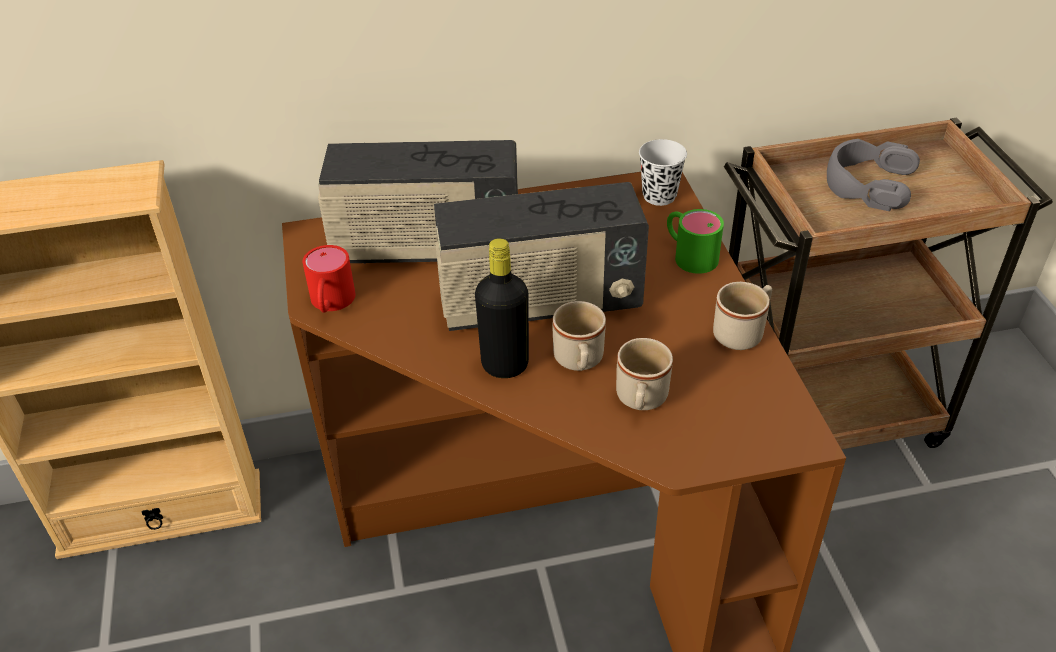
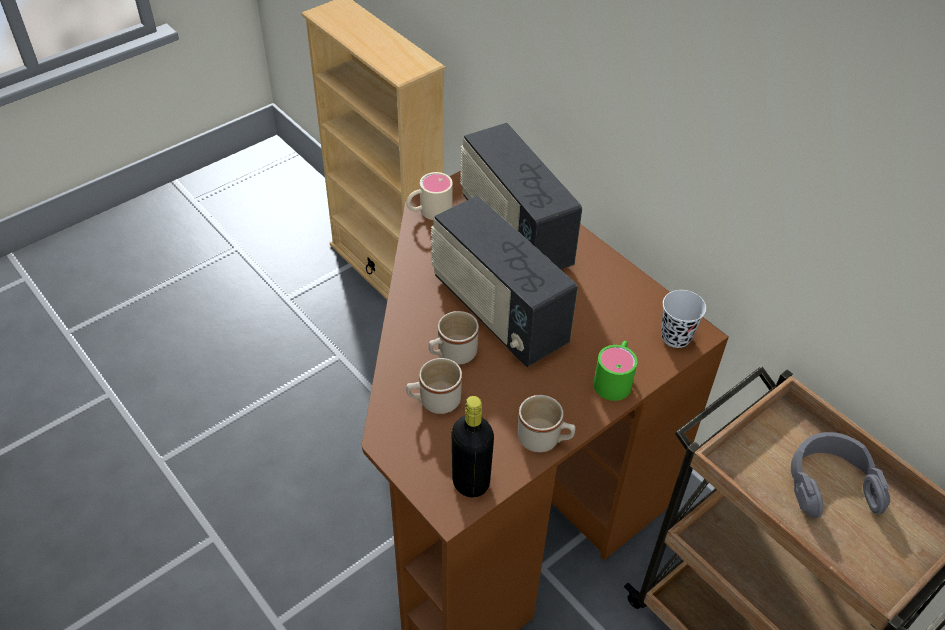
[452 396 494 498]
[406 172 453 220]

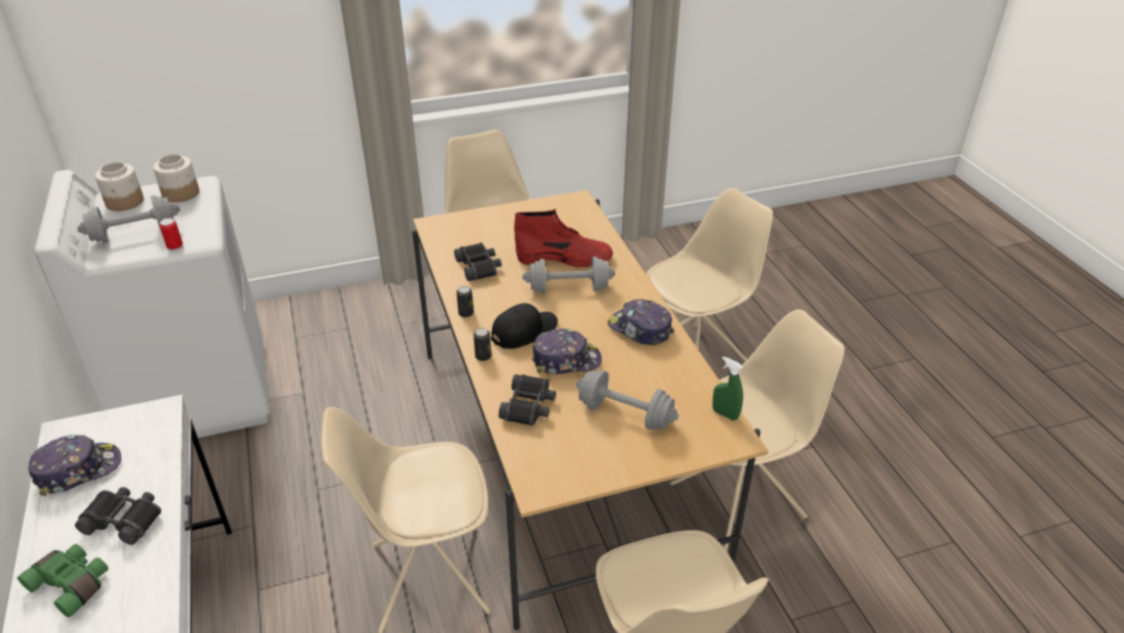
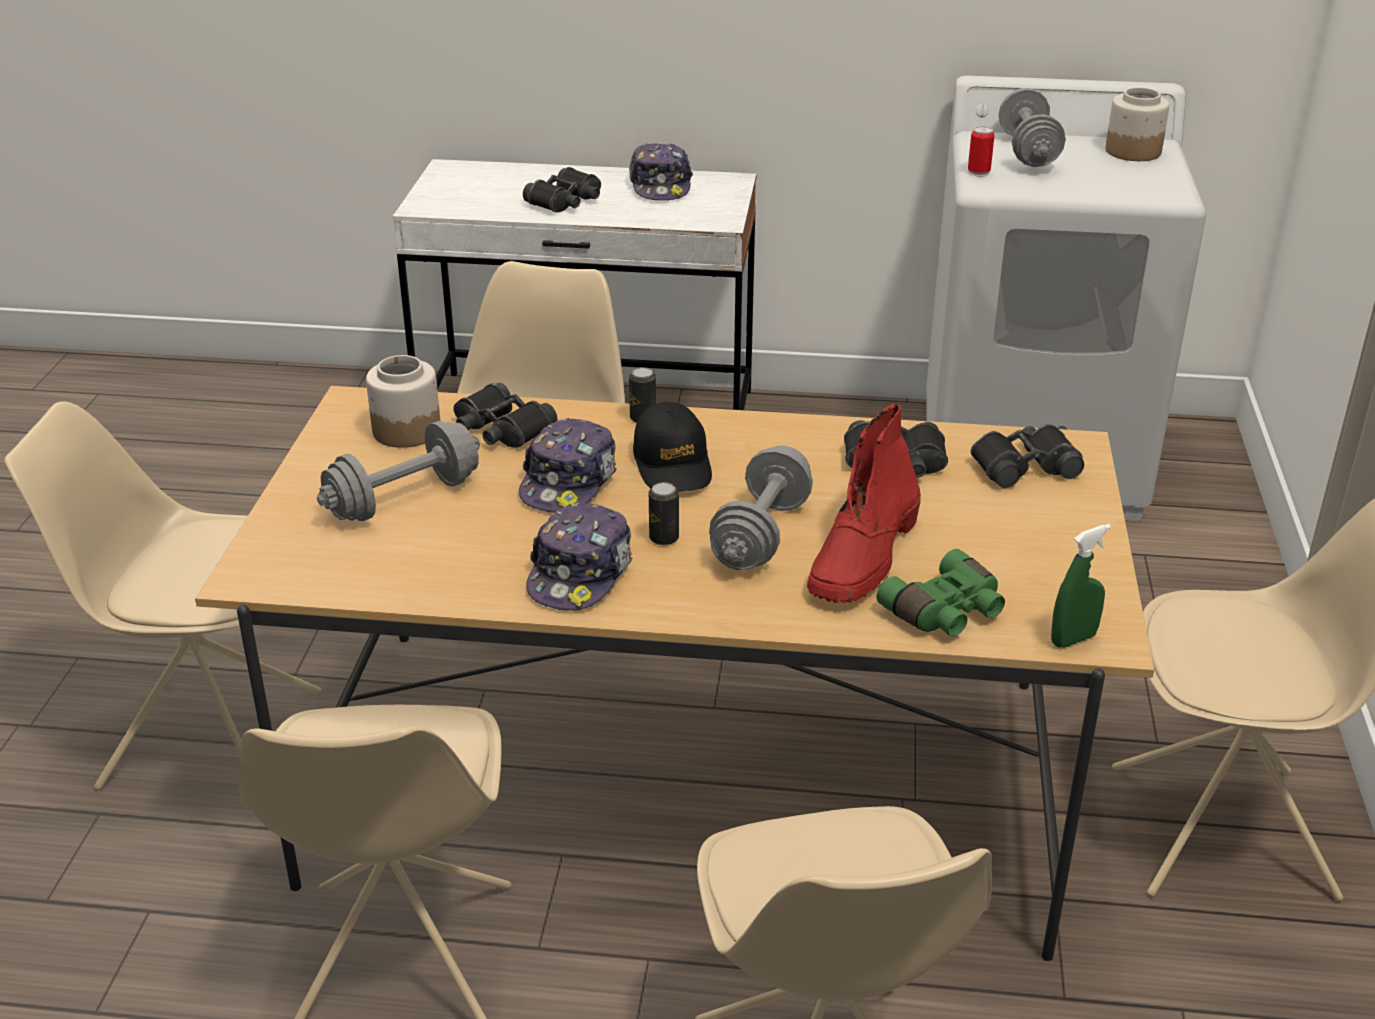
[366 355 440 448]
[649 482 679 545]
[526 502 633 610]
[1051 524 1111 648]
[877 549 1005 636]
[971 424 1084 488]

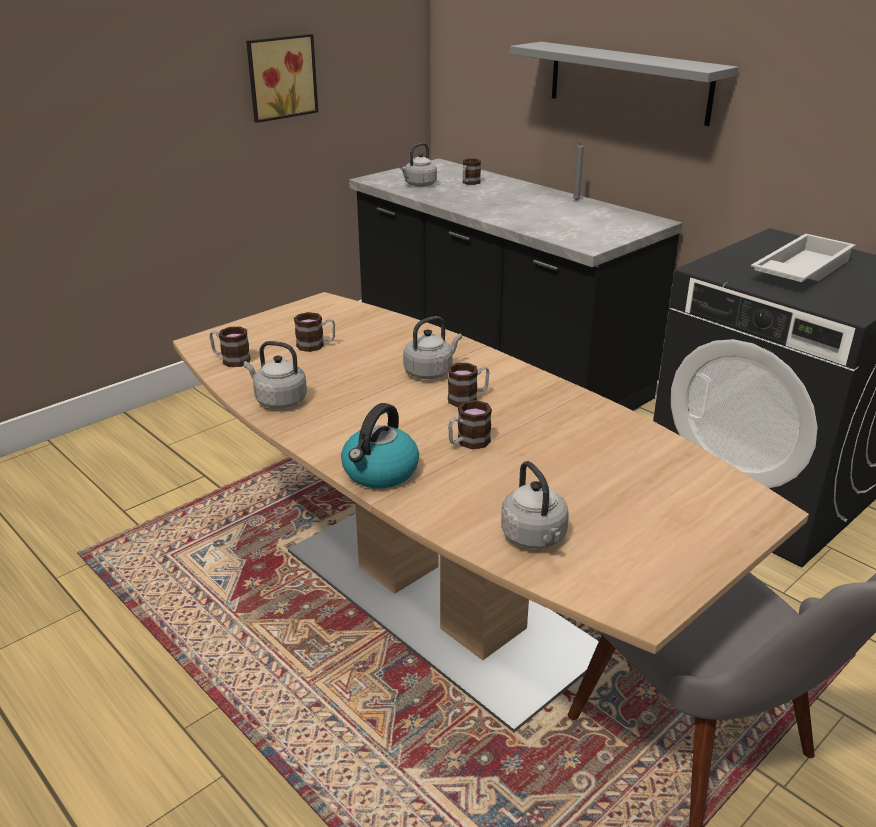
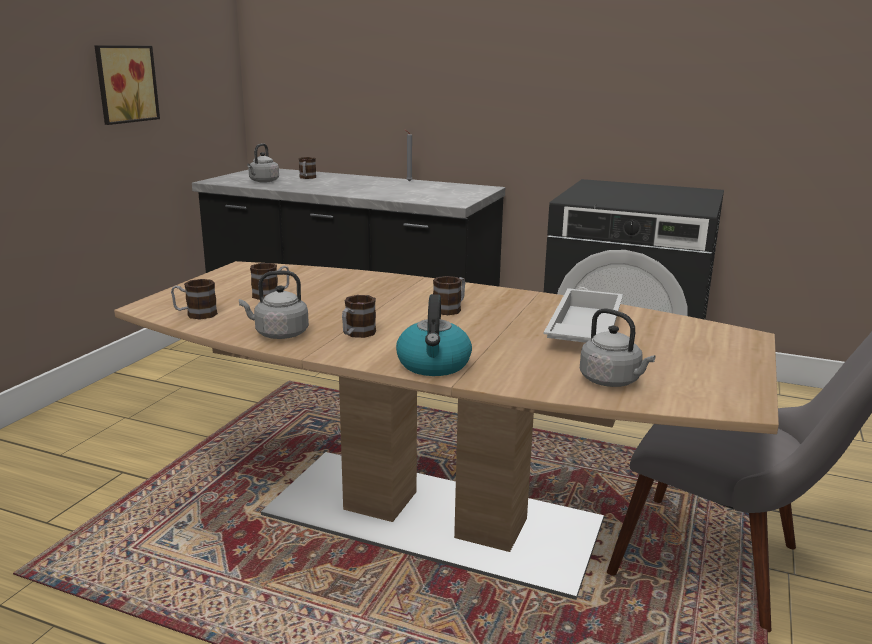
[510 42 739 126] (first image)
[544 288 623 343]
[403 316 462 379] (first image)
[342 295 376 338]

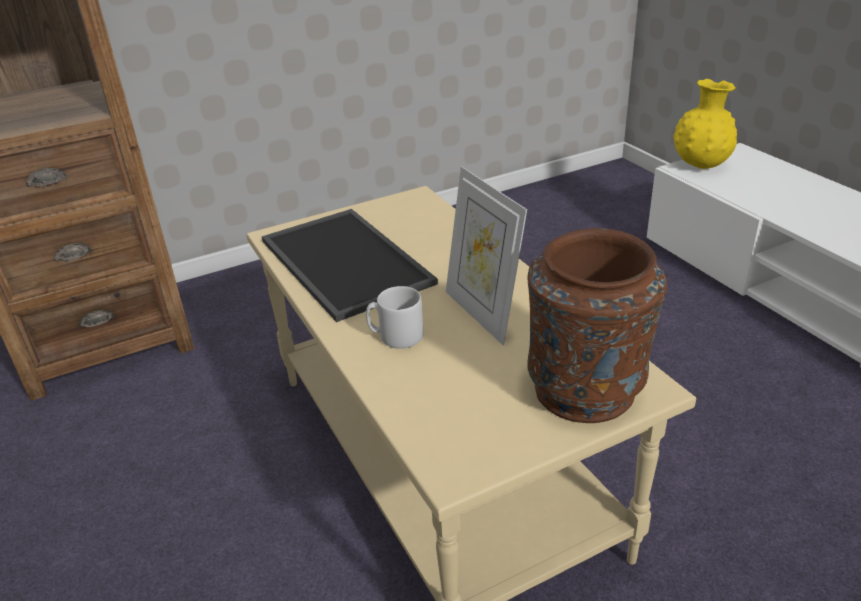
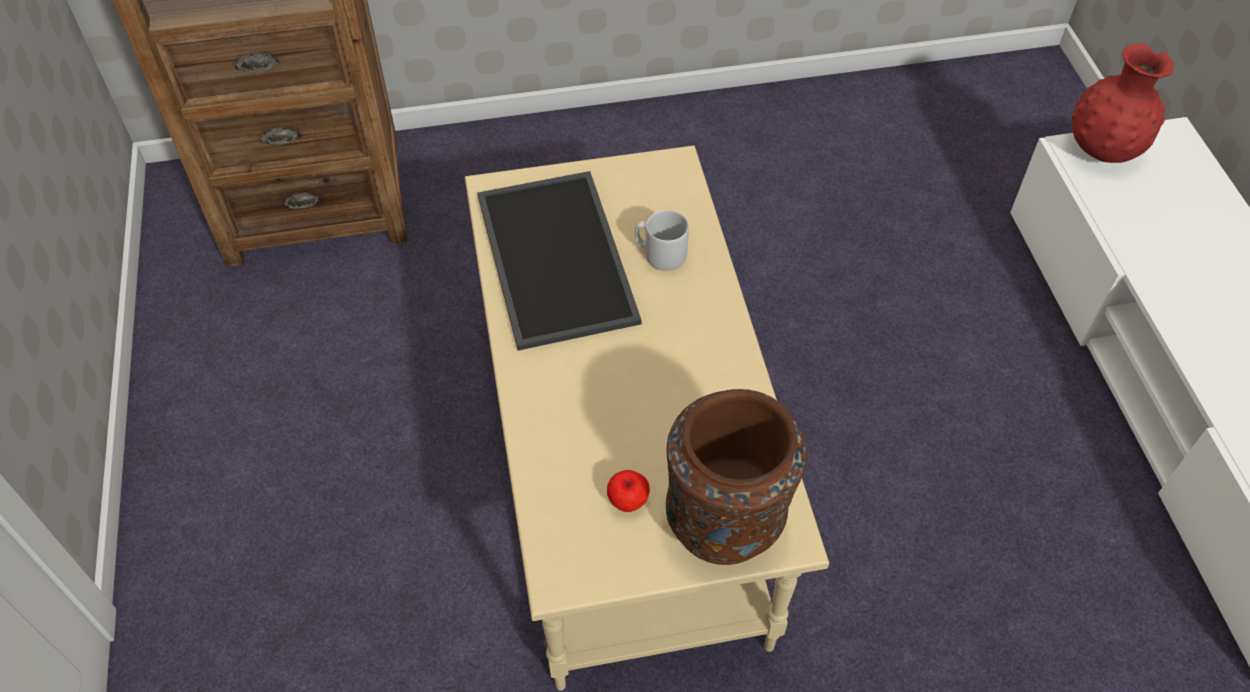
[1072 43 1174 163]
[446 167 527 345] (first image)
[635 210 689 271]
[607 470 650 512]

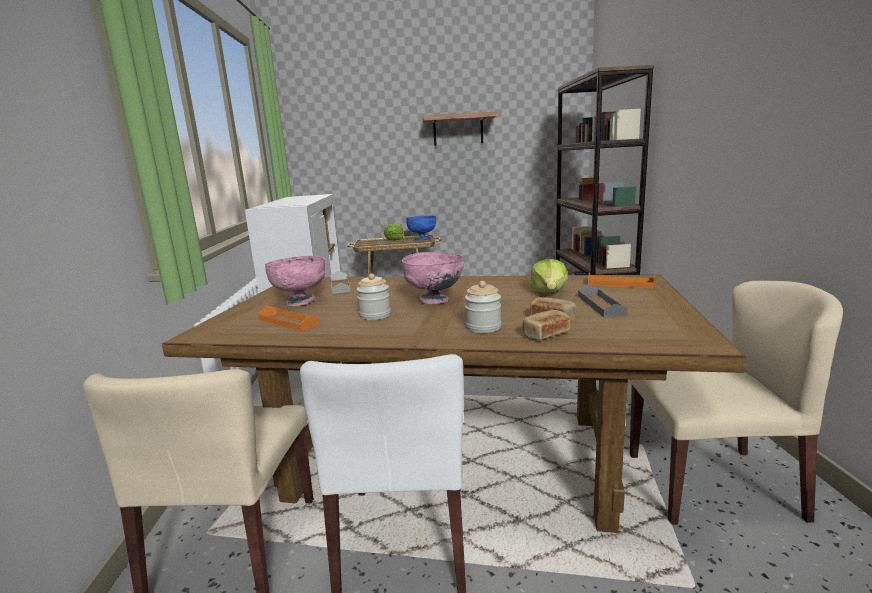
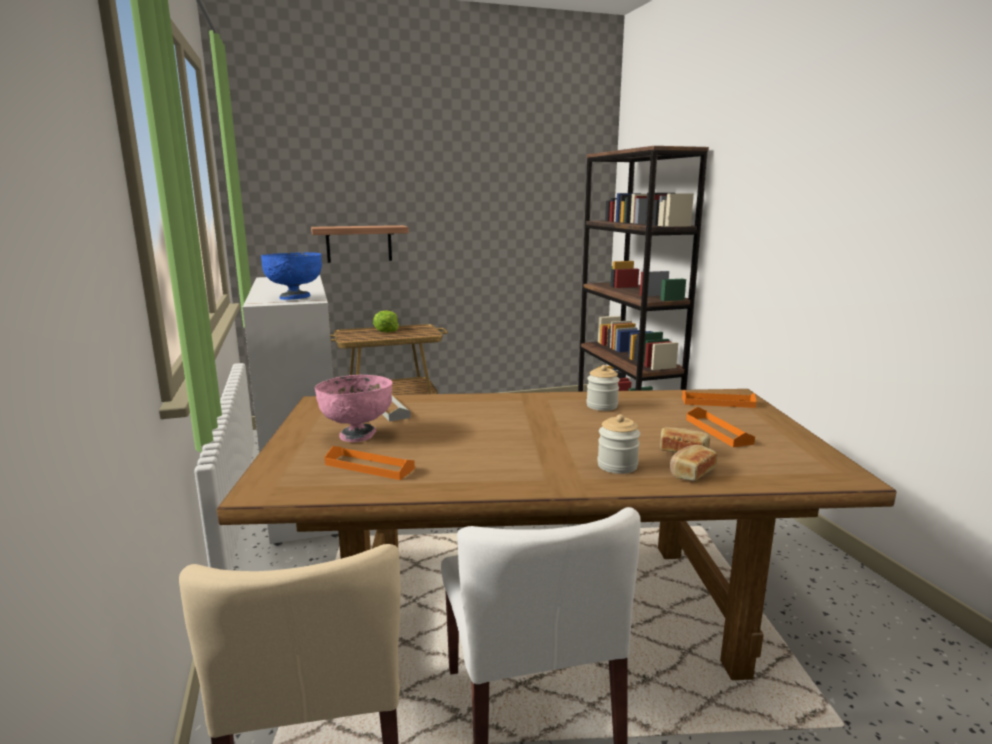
[311 225 409 263]
[261 252 322 300]
[402 252 464 304] (first image)
[530 259 568 293] (first image)
[586 365 620 411]
[629 281 843 525] (first image)
[686 407 755 447]

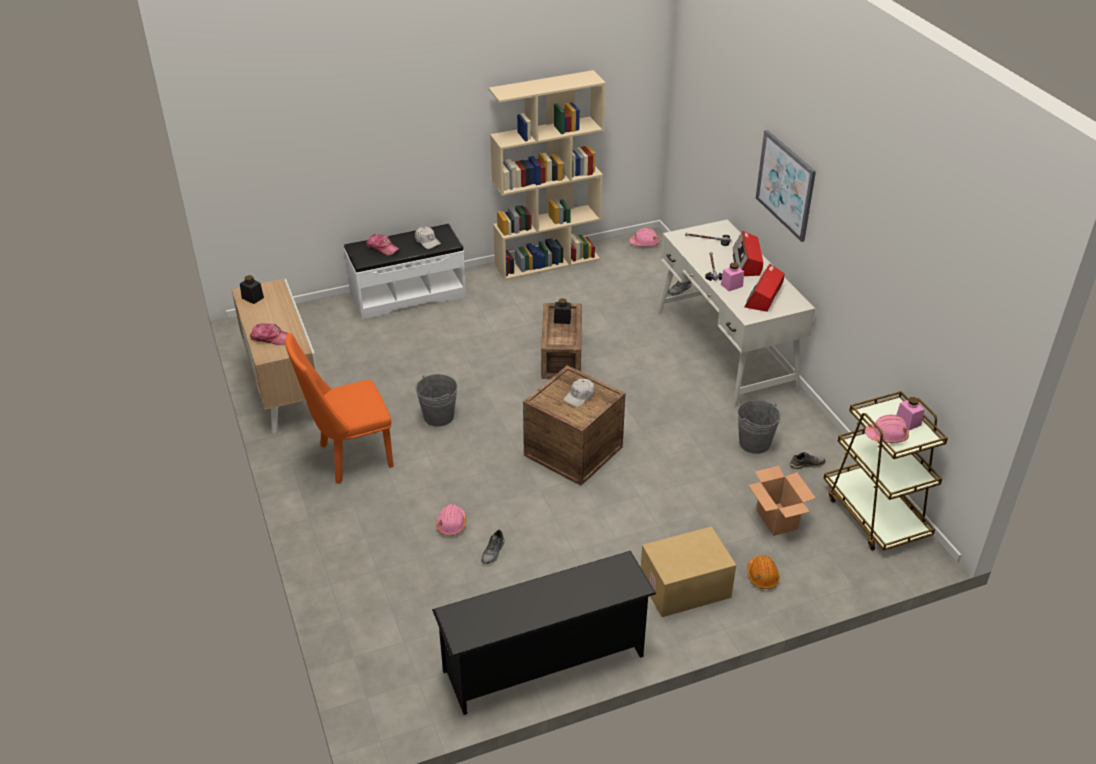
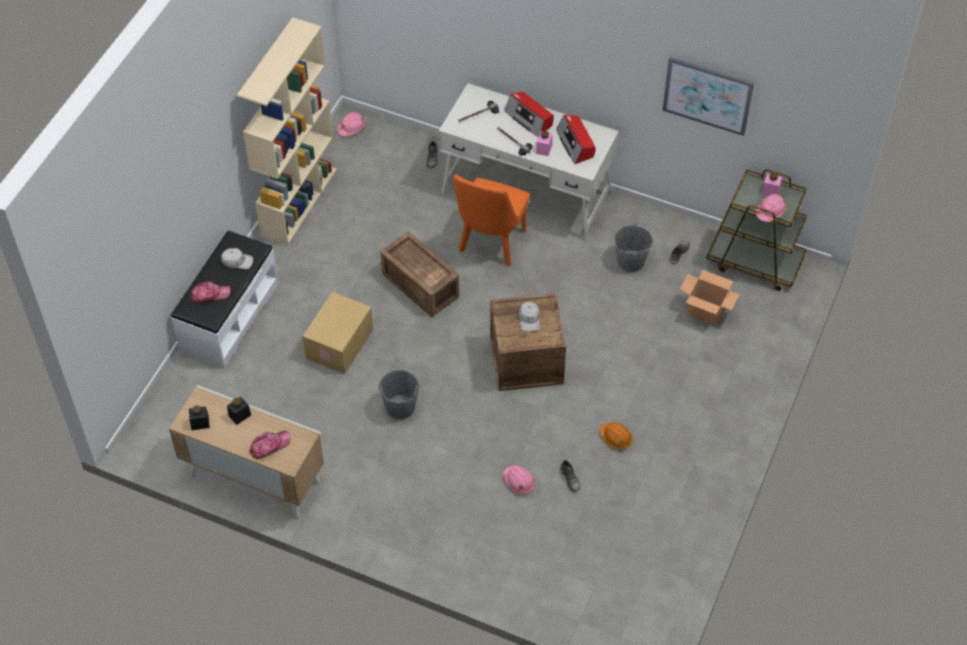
[662 57 754 136]
[227 397 251 425]
[453 175 530 266]
[303 292 373 374]
[432 551 656 715] (first image)
[599 422 633 450]

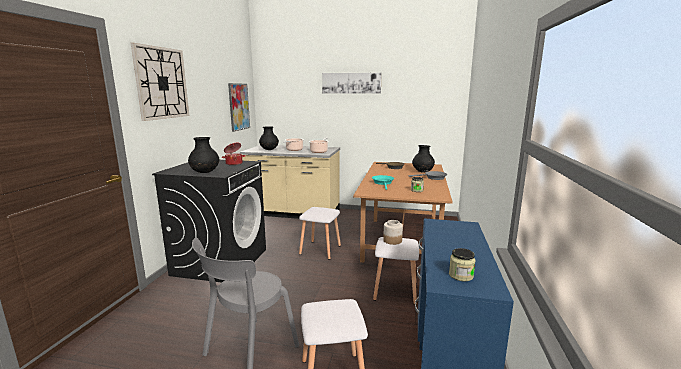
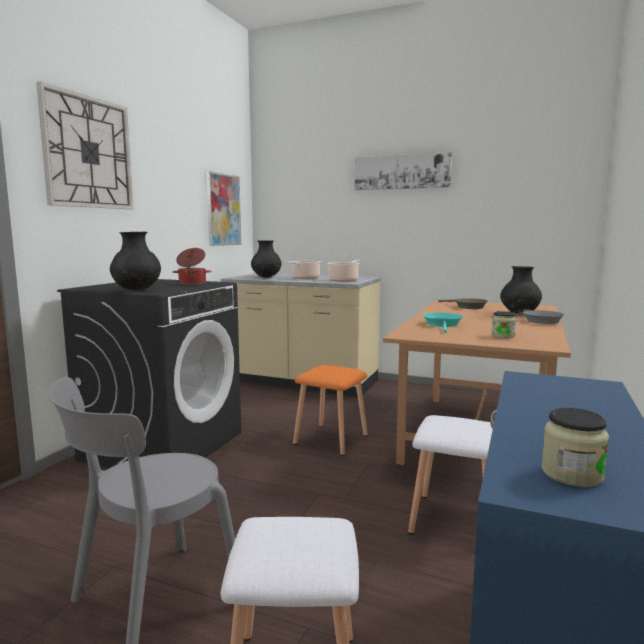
[293 365 368 456]
[383 220 403 245] (first image)

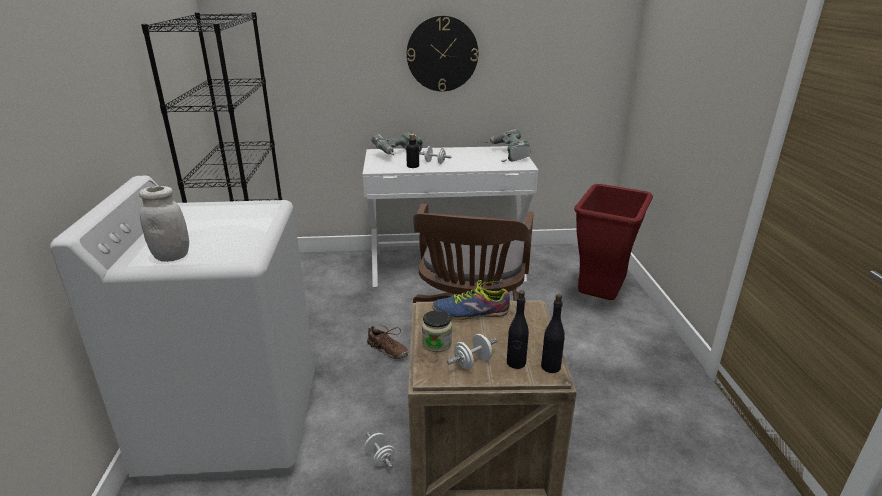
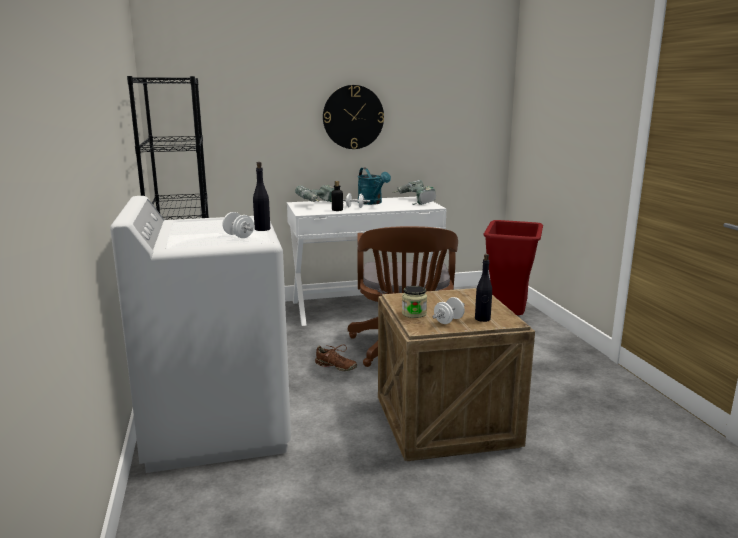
[139 186 189 262] (first image)
[432 280 510 320] (first image)
[253 162 270 231]
[222 212 254 238]
[358 168 391 205]

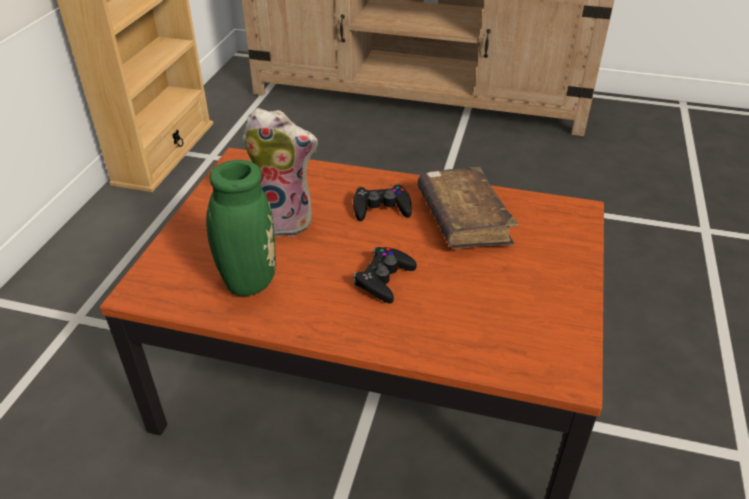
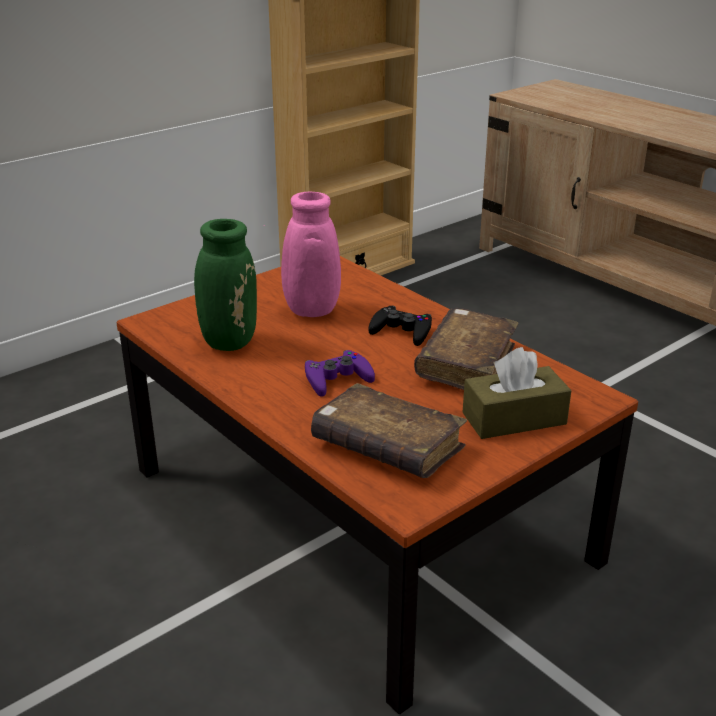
[263 192 341 317]
[305 350 375 397]
[463 347 572 439]
[311 383 467 478]

